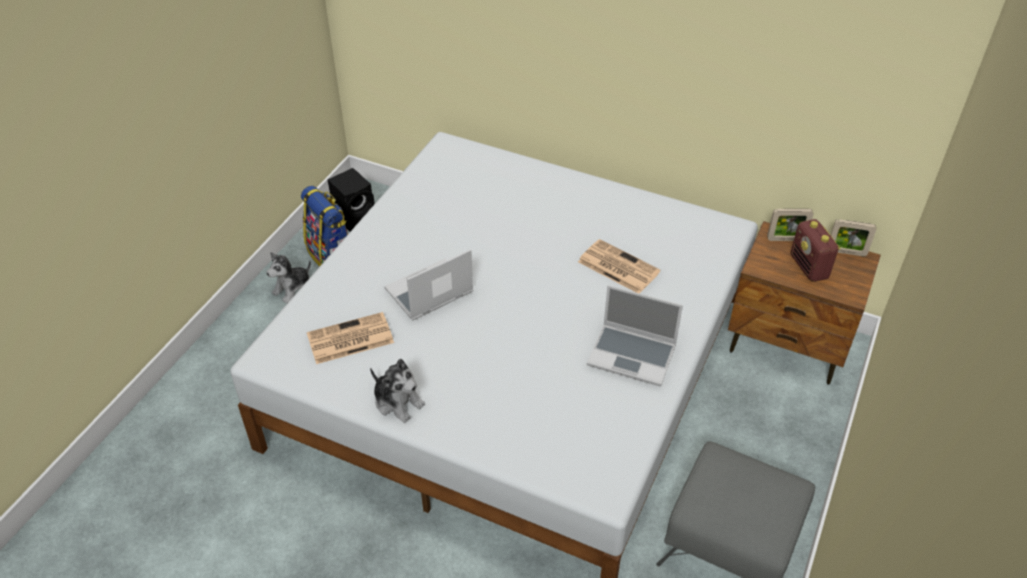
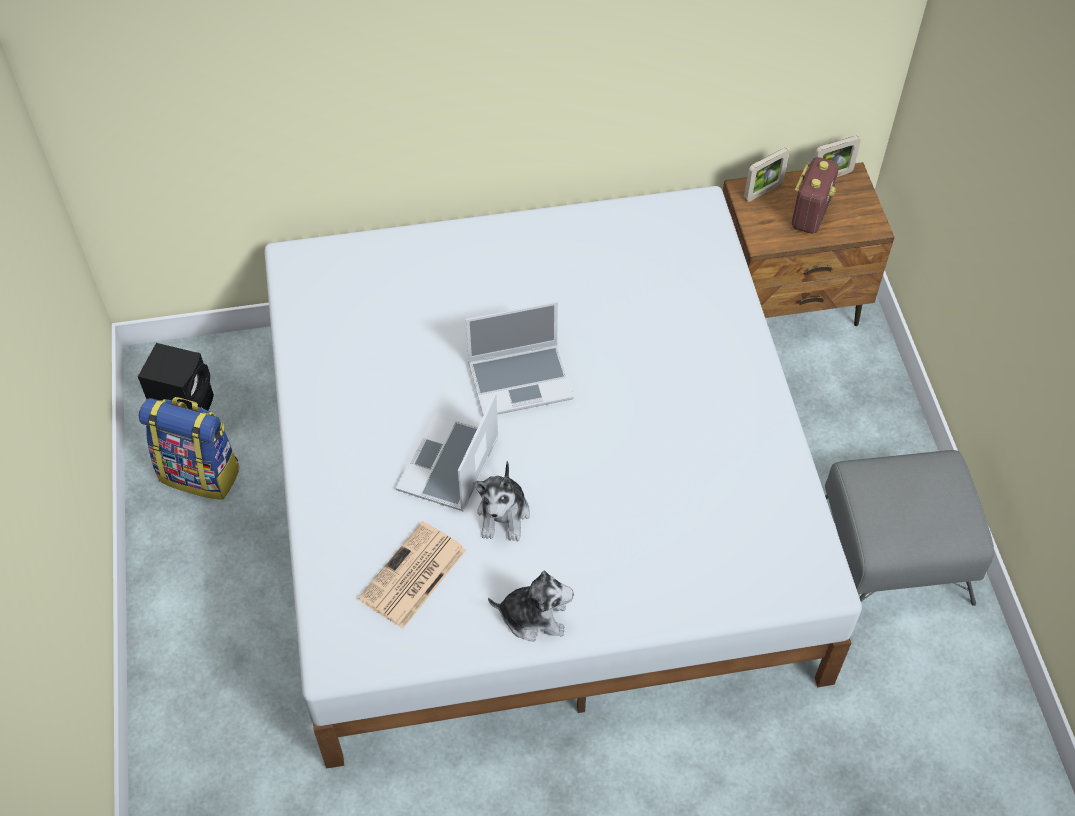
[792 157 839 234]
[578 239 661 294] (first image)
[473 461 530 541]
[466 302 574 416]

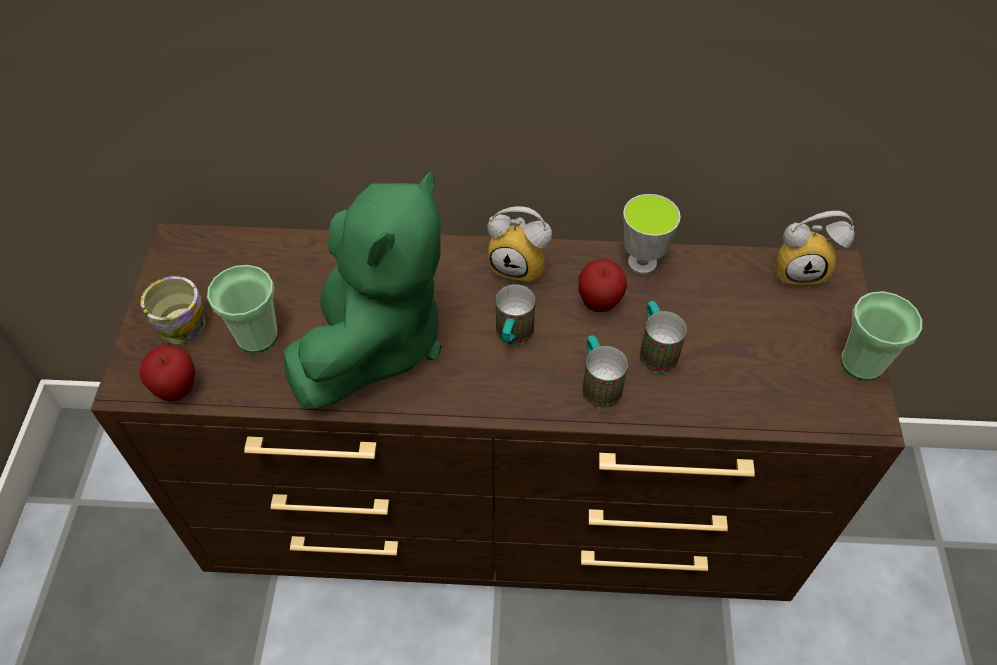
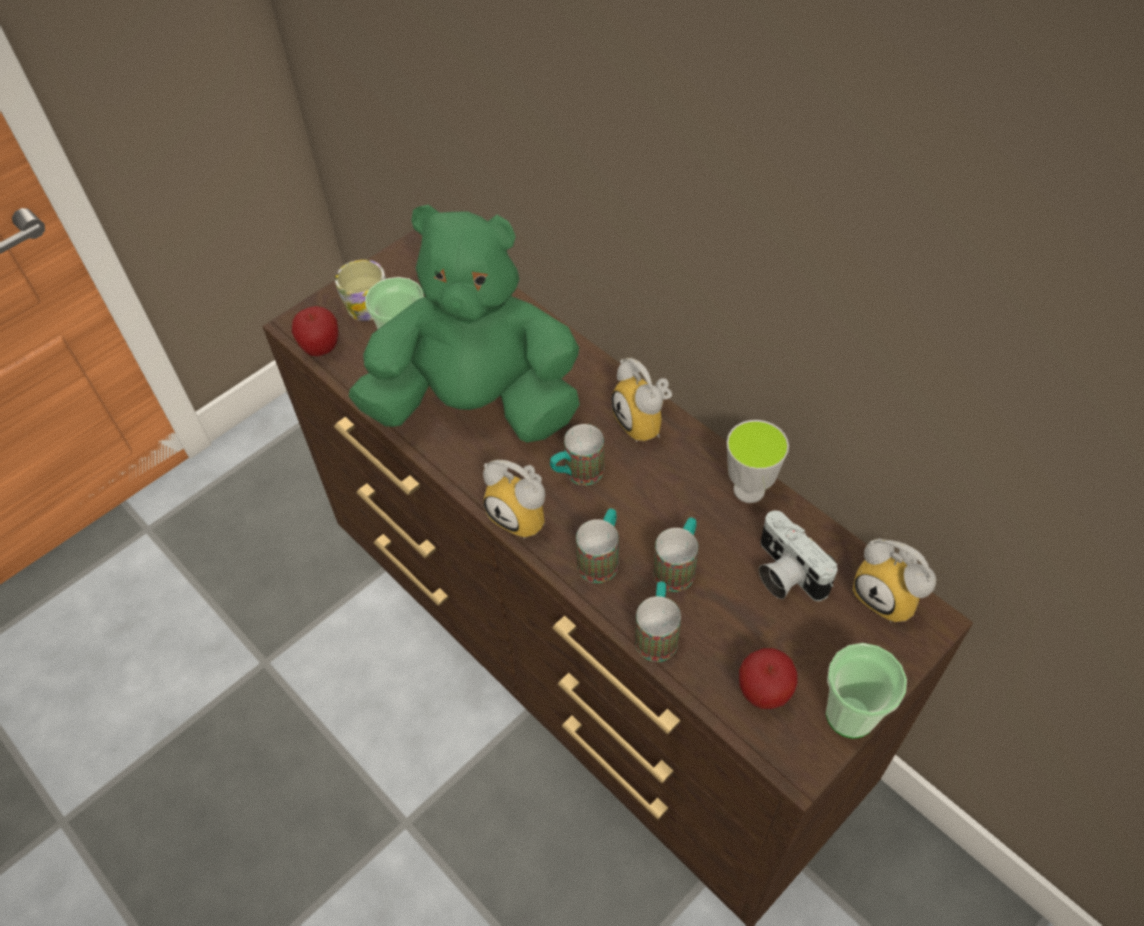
[349 205 580 443]
[739 648 798 709]
[483 460 545 539]
[759 510 838 601]
[635 582 681 662]

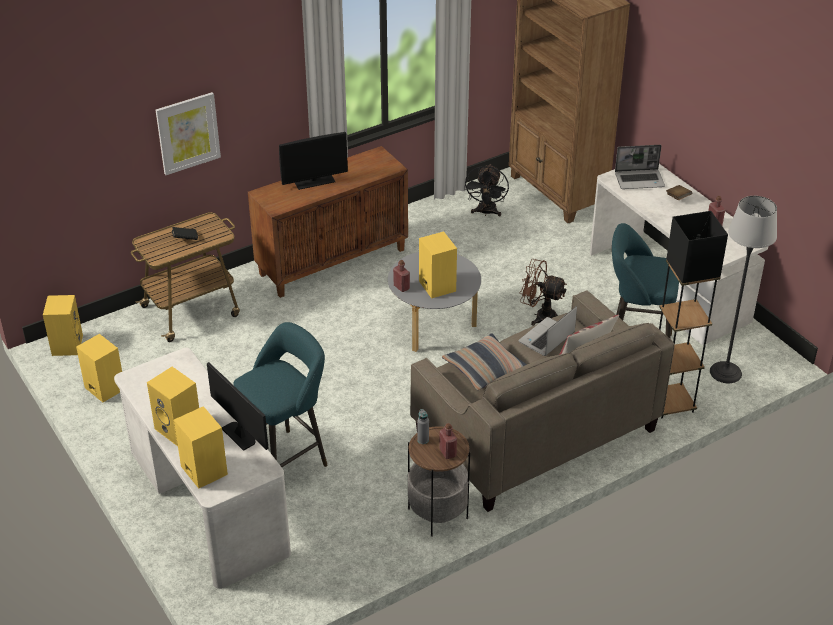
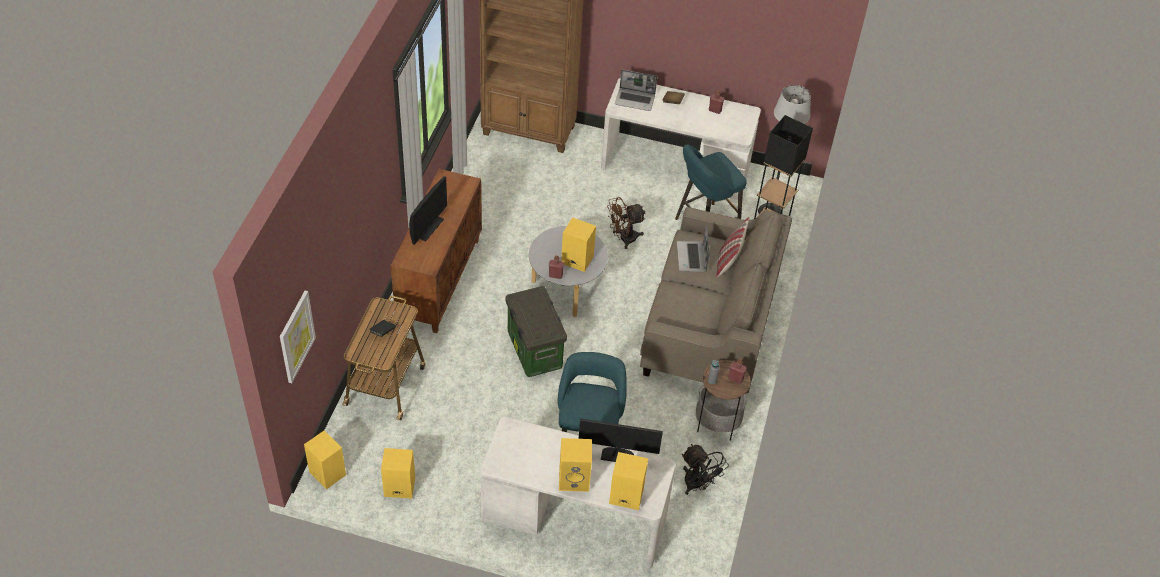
[280 291 316 383]
[615 69 657 111]
[682 444 729 495]
[442 334 527 390] (first image)
[506 286 567 377]

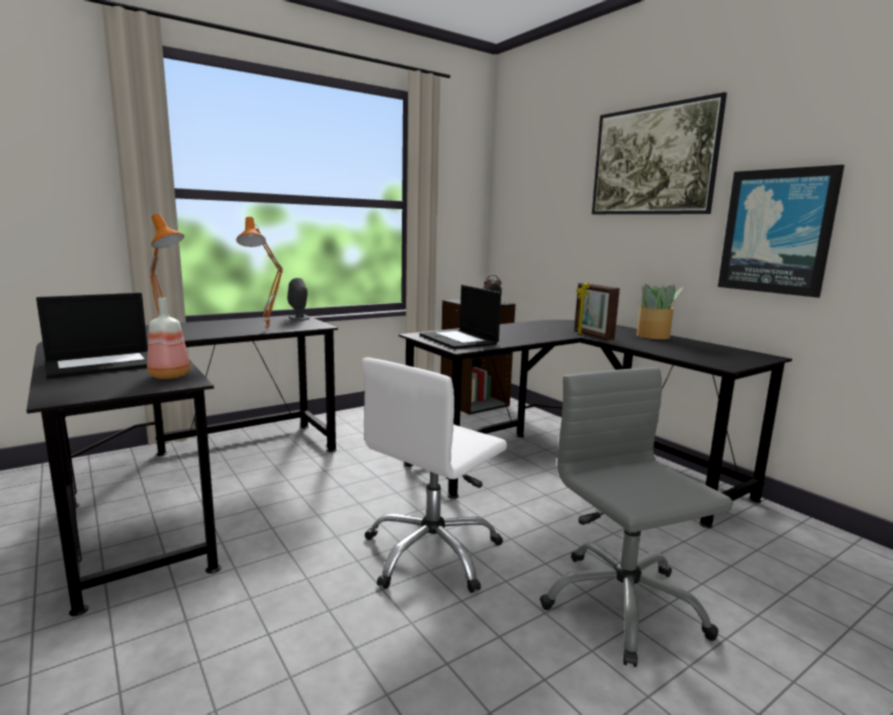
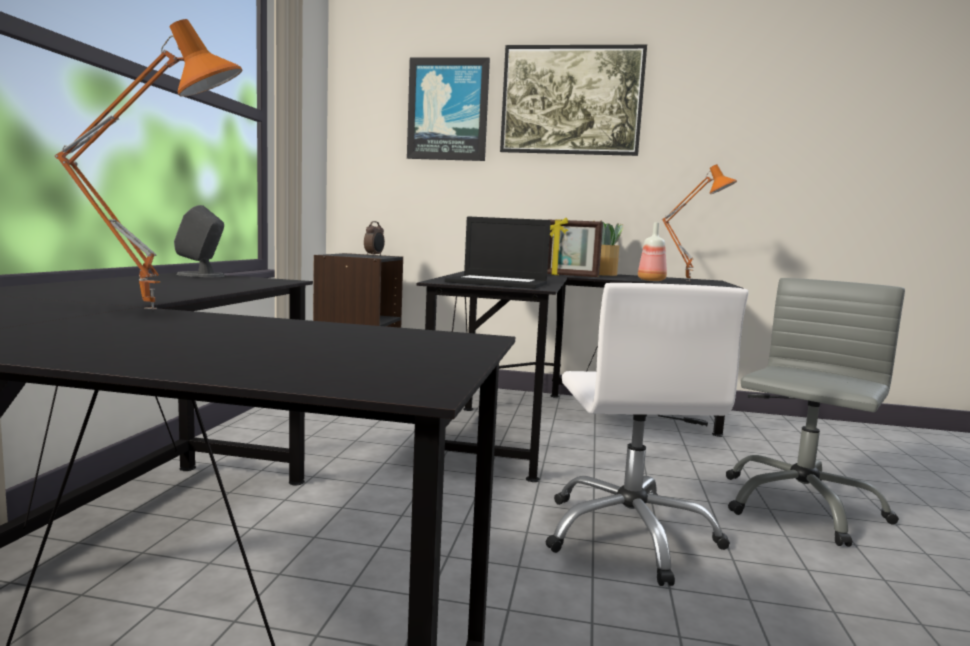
[407 58 490 161]
[662 164 737 281]
[36 293 148 379] (first image)
[638 222 667 281]
[726 278 905 547]

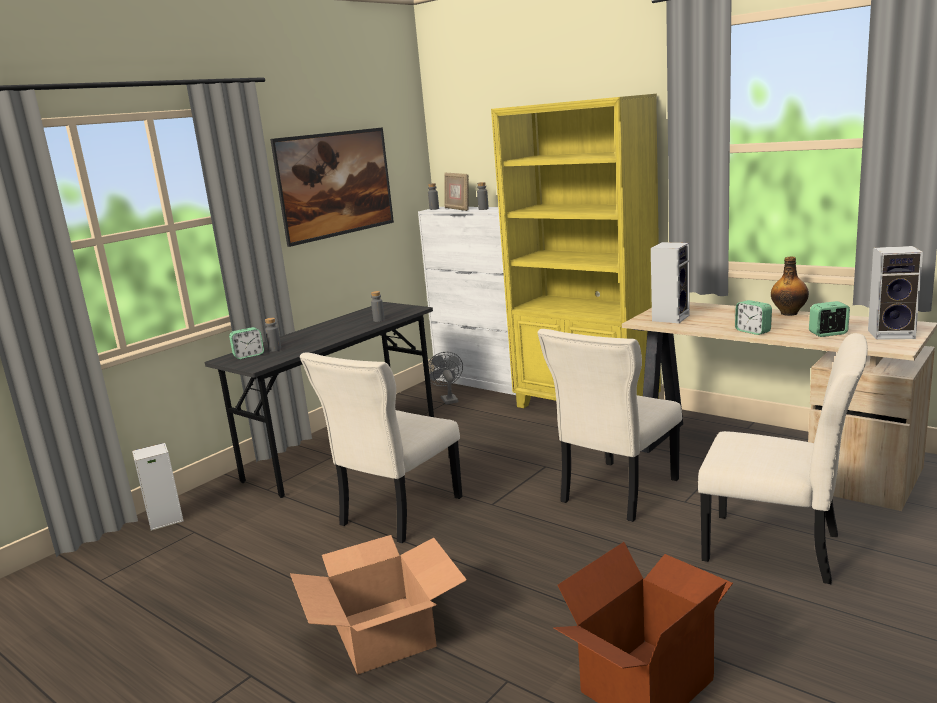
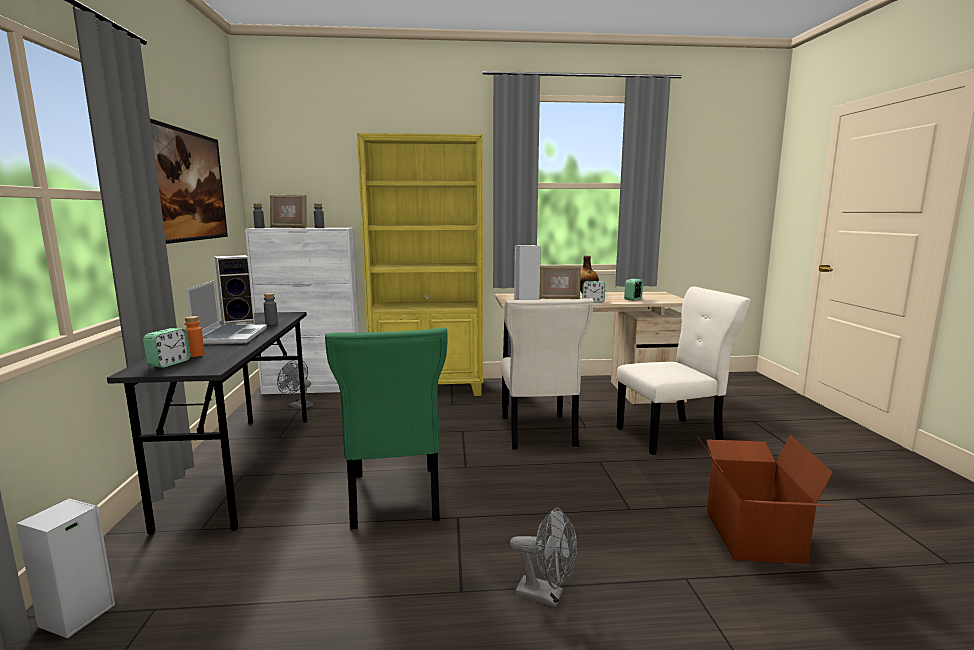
[215 255 255 325]
[185 316 205 357]
[325 328 448 529]
[510 508 577 607]
[540 265 581 299]
[186 280 267 344]

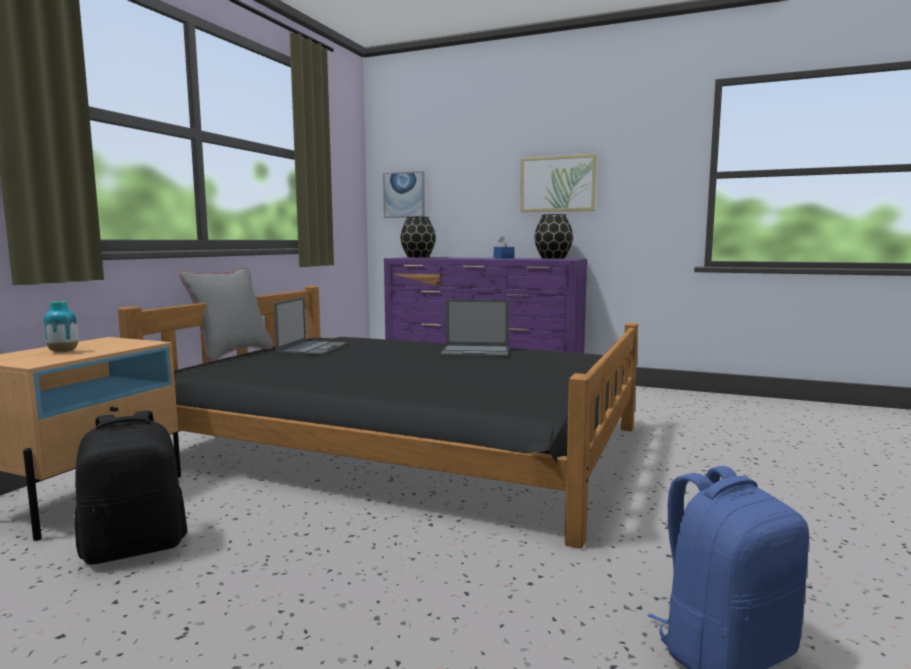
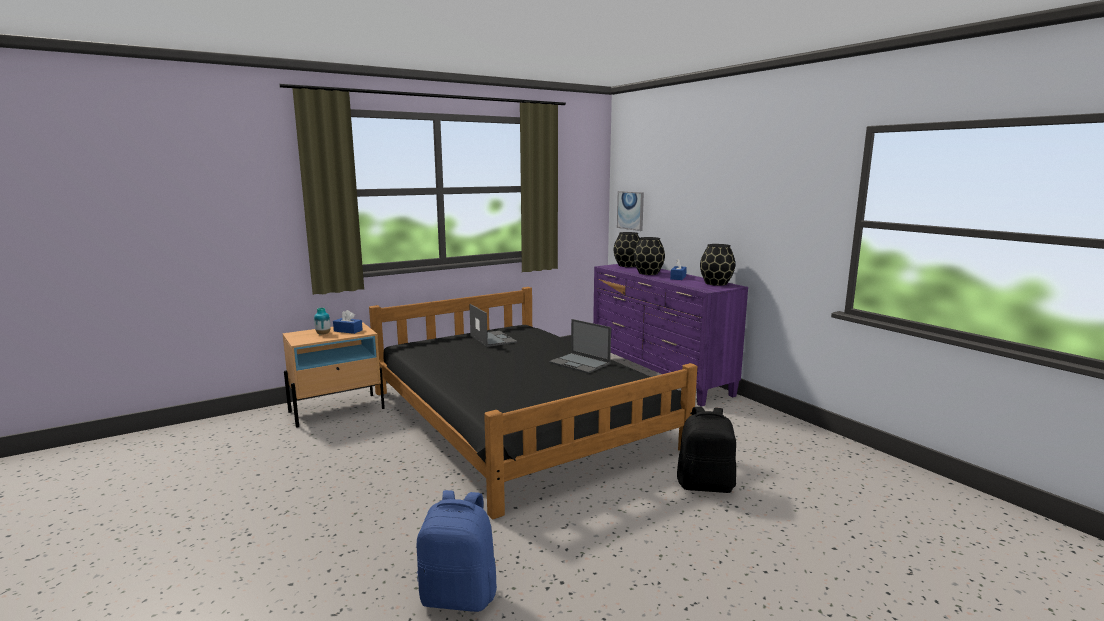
[520 154 597 212] (first image)
[179 268 273 362] (first image)
[469 304 517 347]
[677 407 736 493]
[633 237 665 275]
[333 310 363 334]

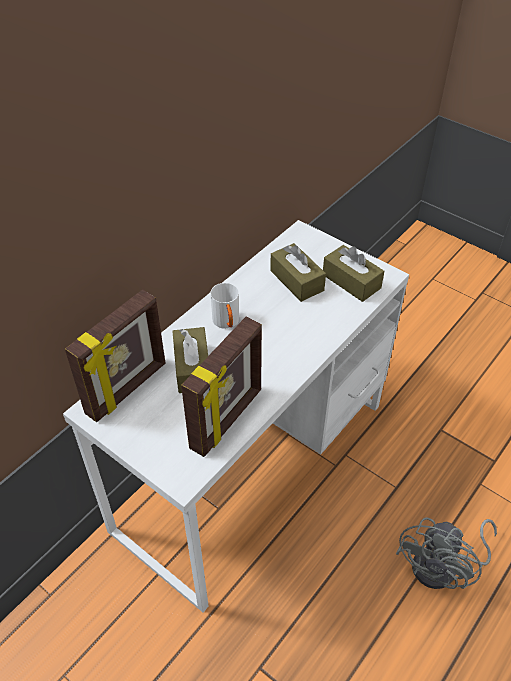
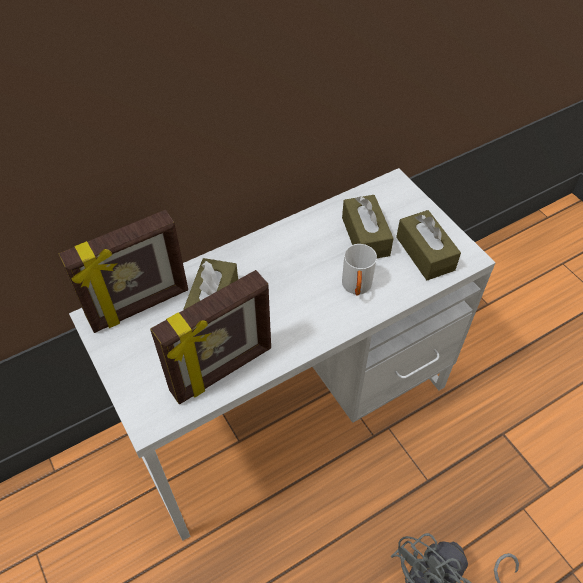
[342 244 377 296]

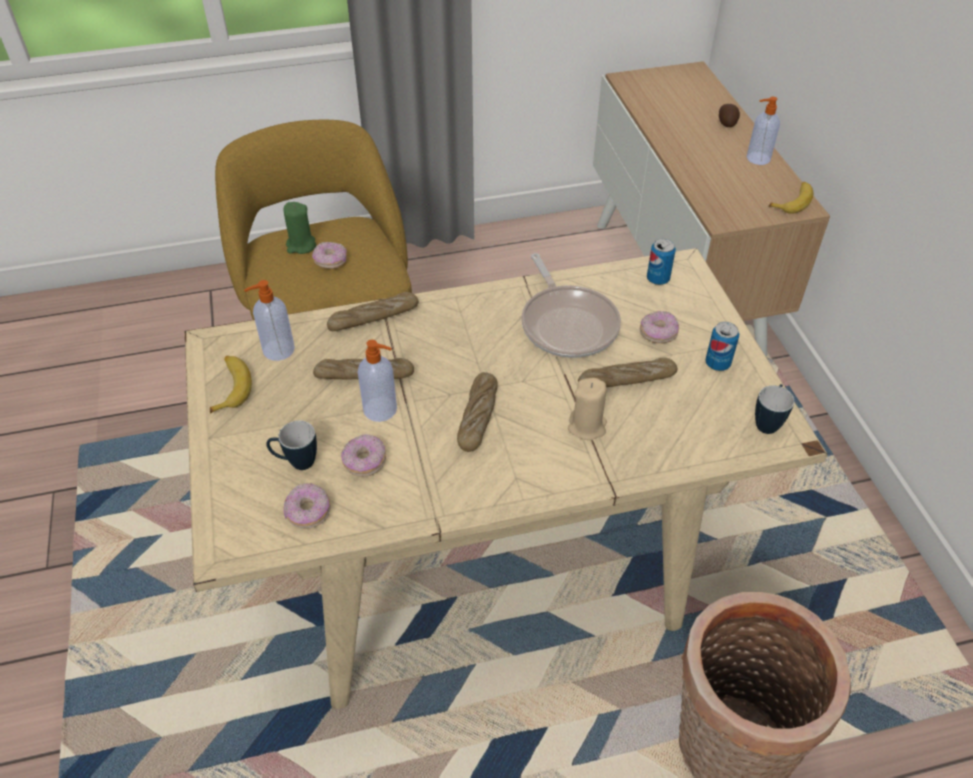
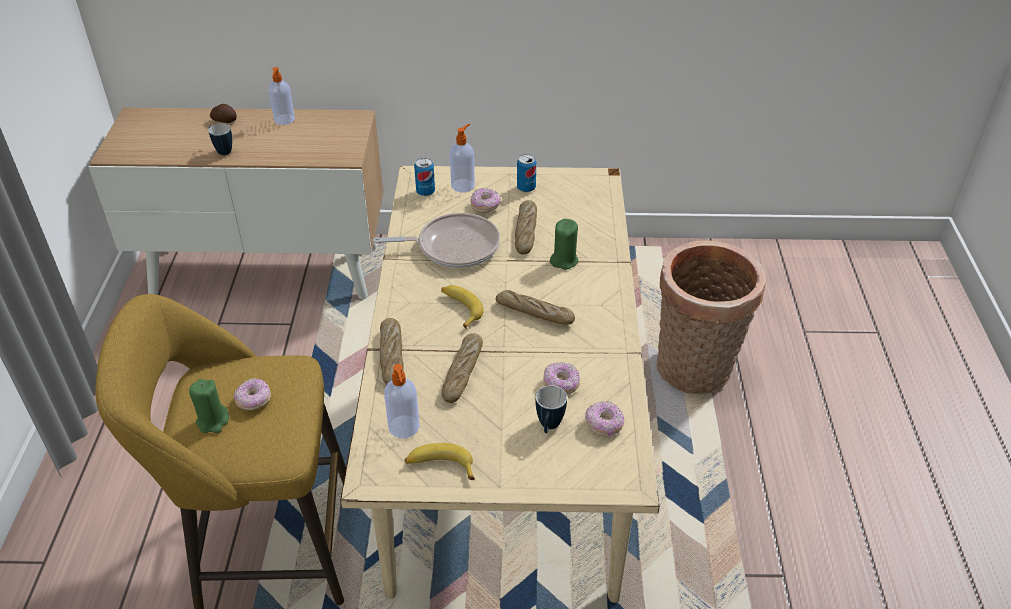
[441 285 484 329]
[450 123 475 192]
[550 219 579 270]
[209 123 232 155]

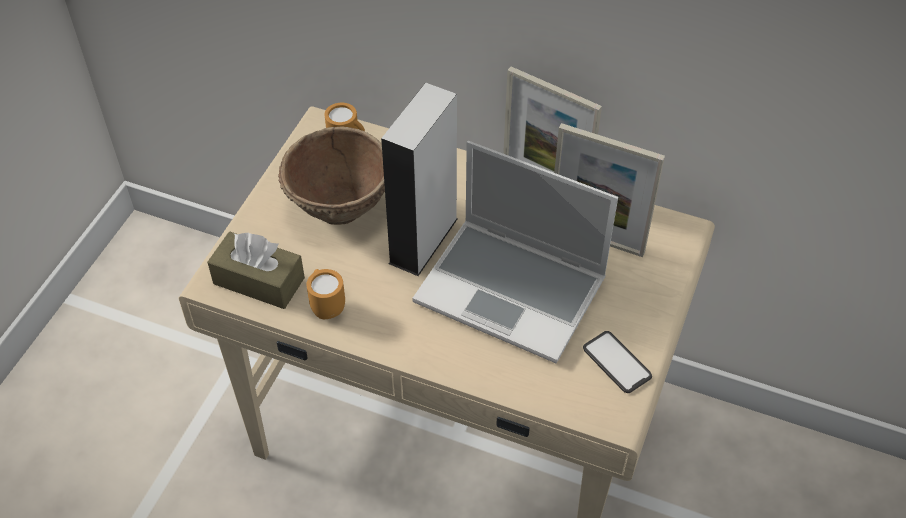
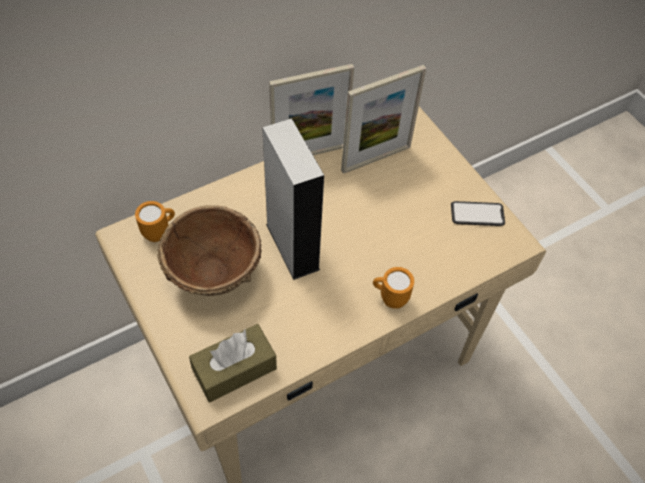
[412 141 618 363] (first image)
[373 267 414 309]

